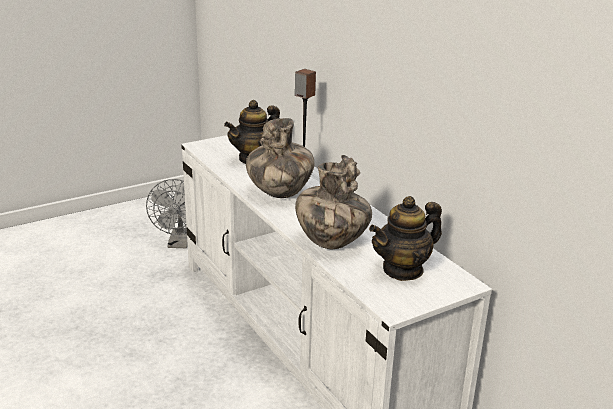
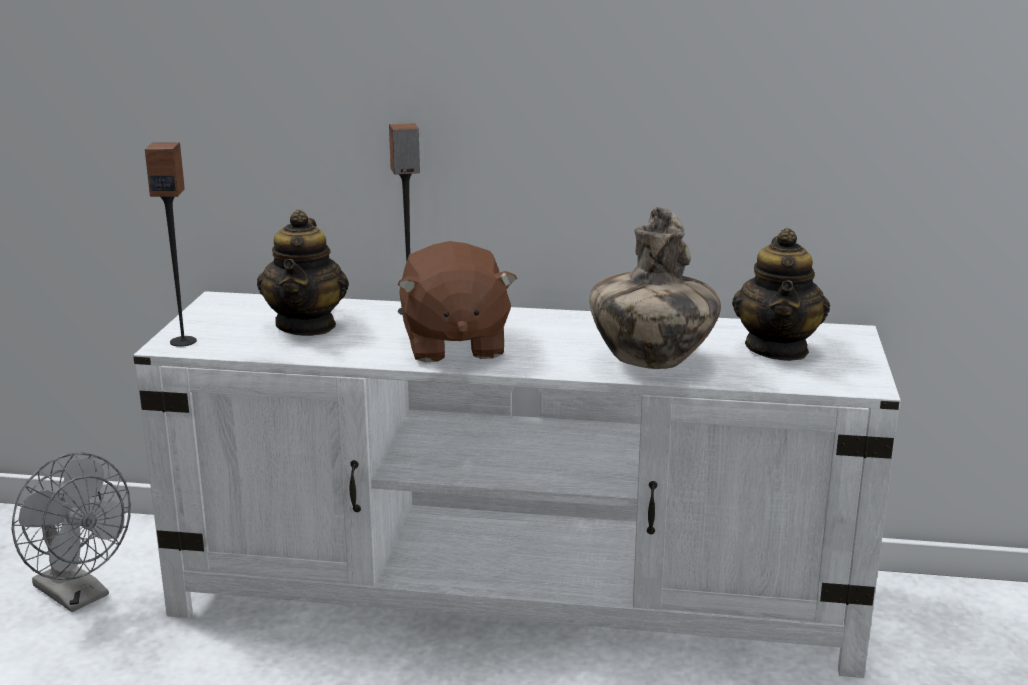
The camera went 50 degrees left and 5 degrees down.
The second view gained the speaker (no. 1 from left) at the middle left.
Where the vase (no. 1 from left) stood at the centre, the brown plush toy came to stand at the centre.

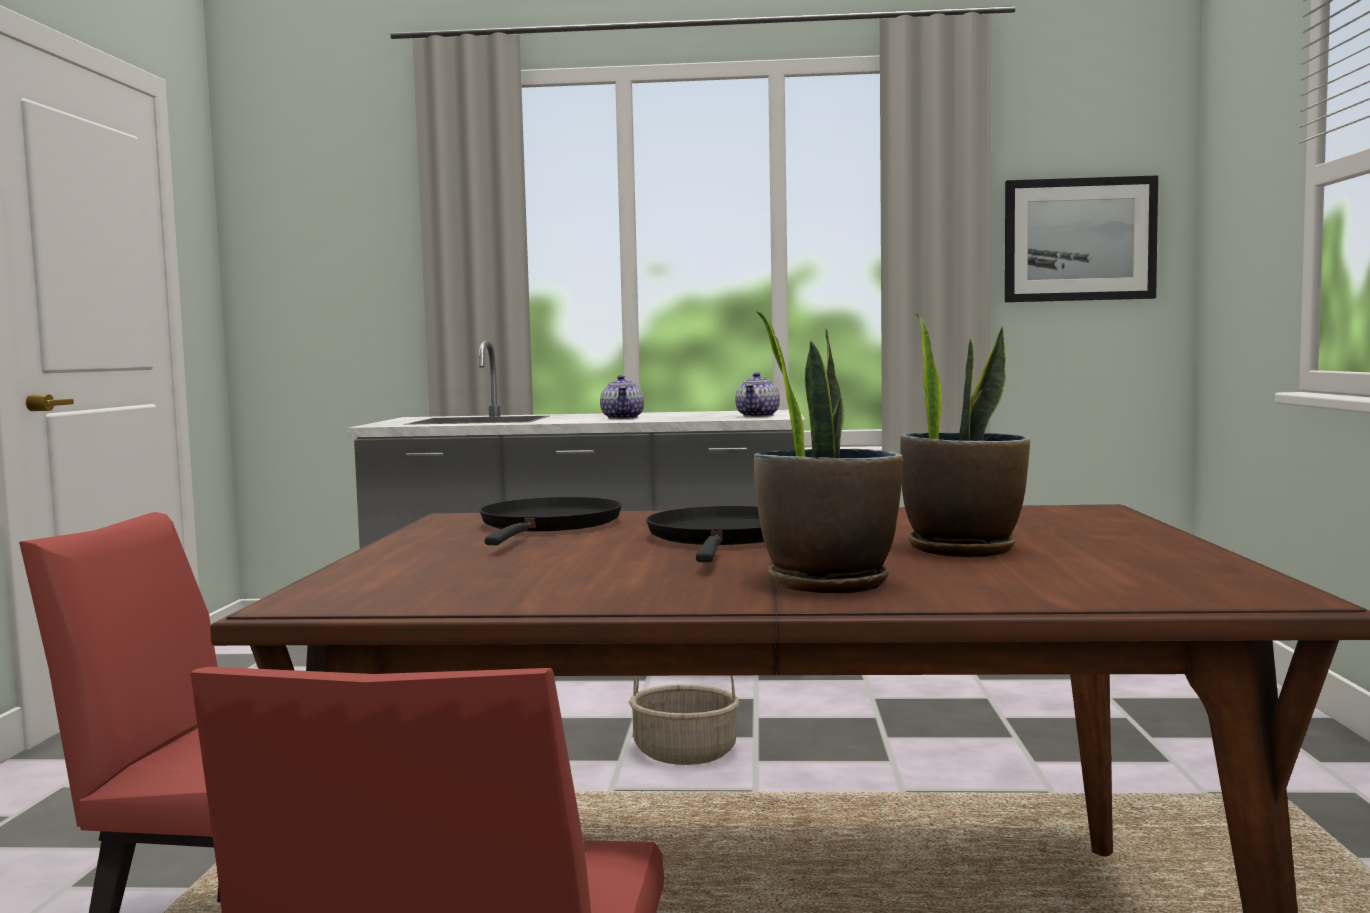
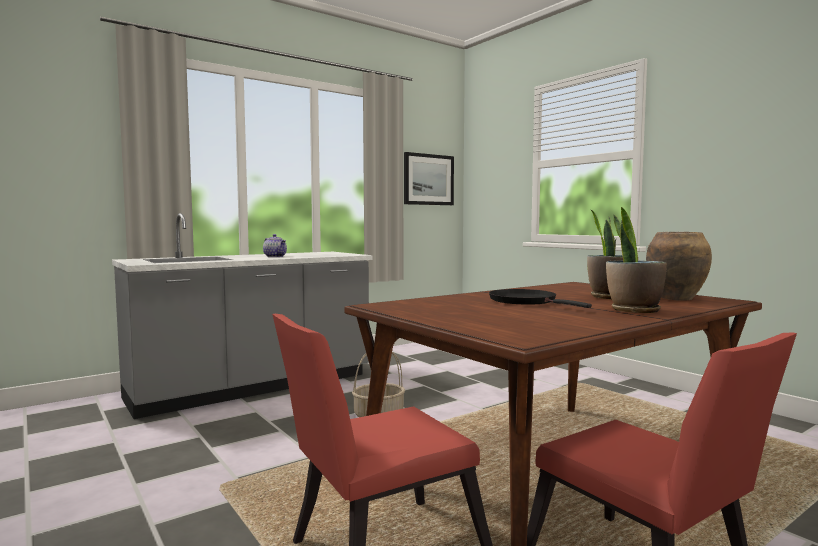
The camera went 40 degrees left and 0 degrees up.
The second view lost the black frying pan (no. 1 from left) at the centre.
The second view lost the teapot (no. 2 from left) at the centre.
The second view gained the brown vase at the middle right.

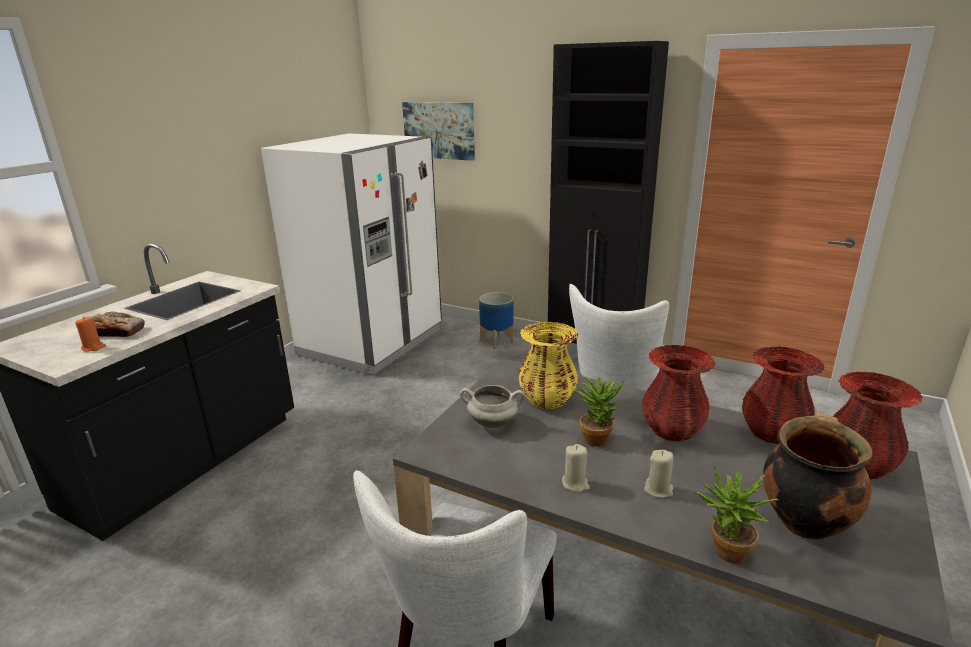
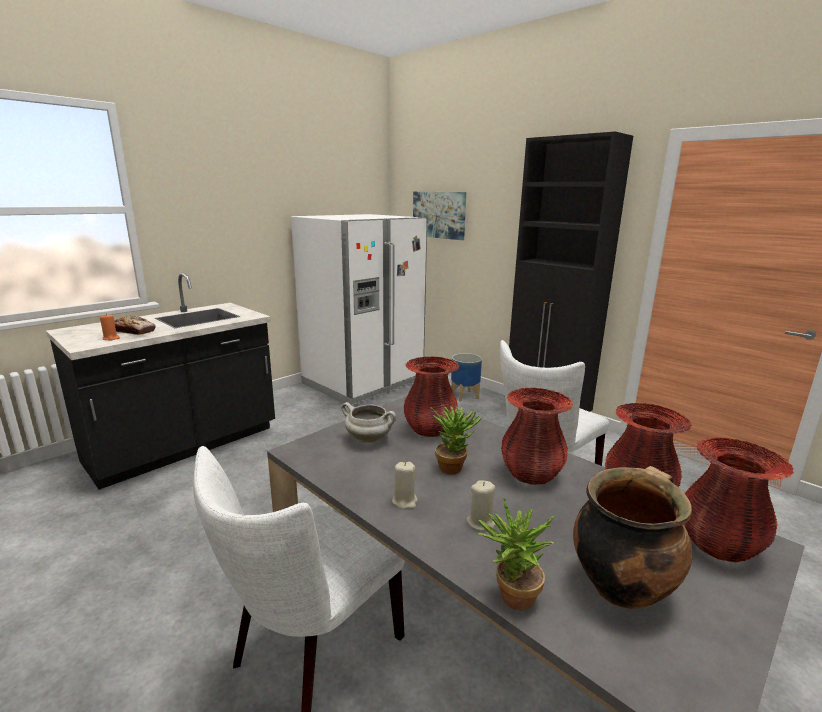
The camera went 15 degrees right and 5 degrees down.
What was the yellow vase at the centre turned into the red vase (no. 1 from left) at the centre.

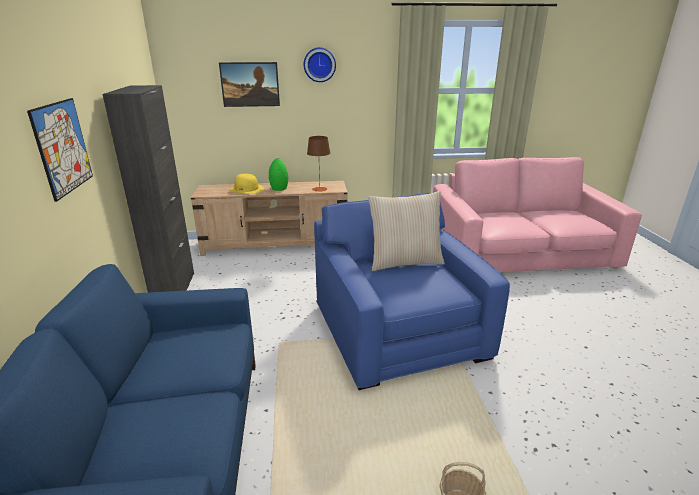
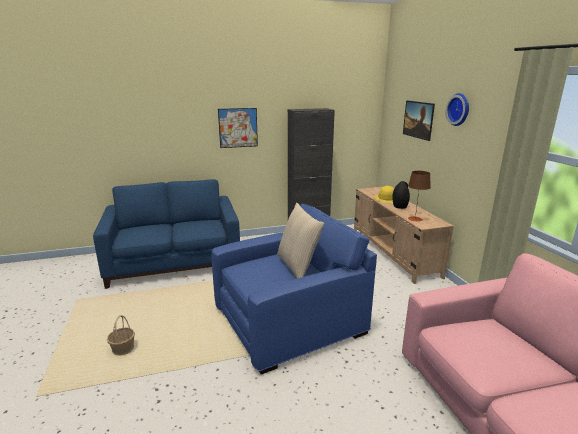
The camera went 80 degrees right and 5 degrees down.
What was the green vase at the centre turned into the black vase at the middle right.

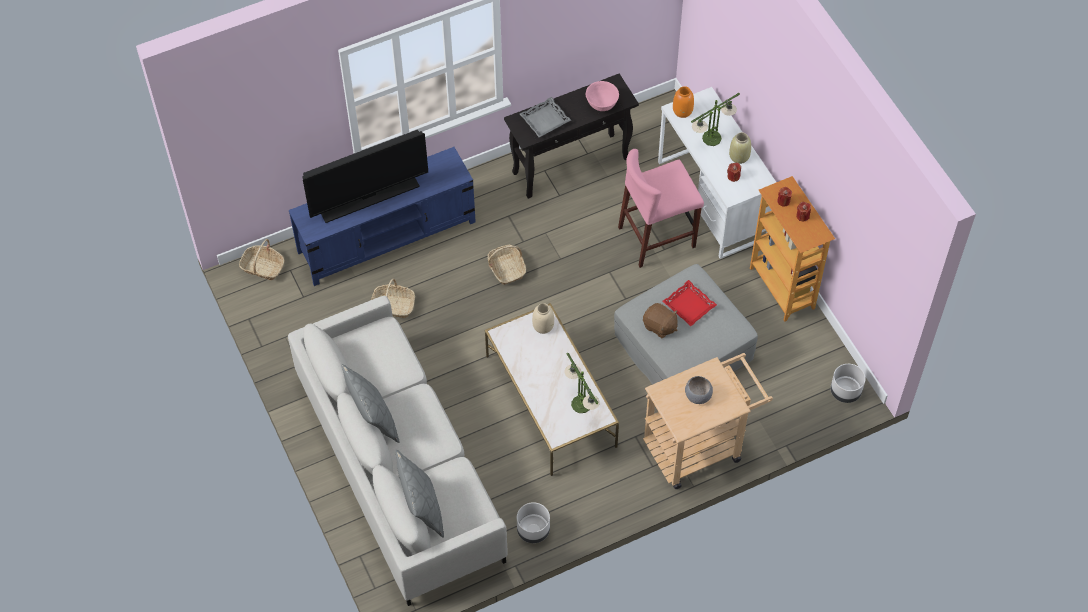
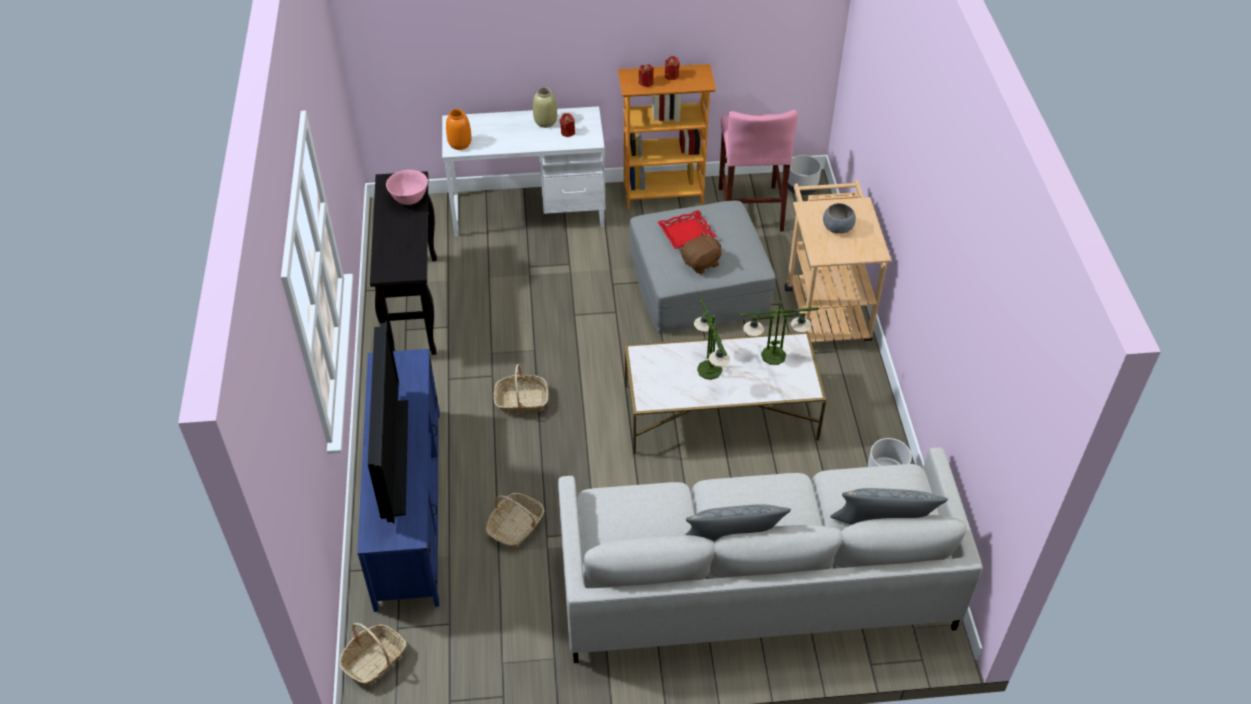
The camera went 70 degrees left and 10 degrees down.
The second view lost the grey tray at the top centre.
The second view lost the beige vase (no. 1 from left) at the centre.
The pink stool ended up elsewhere, having gone from the centre to the top centre.
The table lamp (no. 2 from left in the first image) ended up elsewhere, having gone from the top centre to the centre.

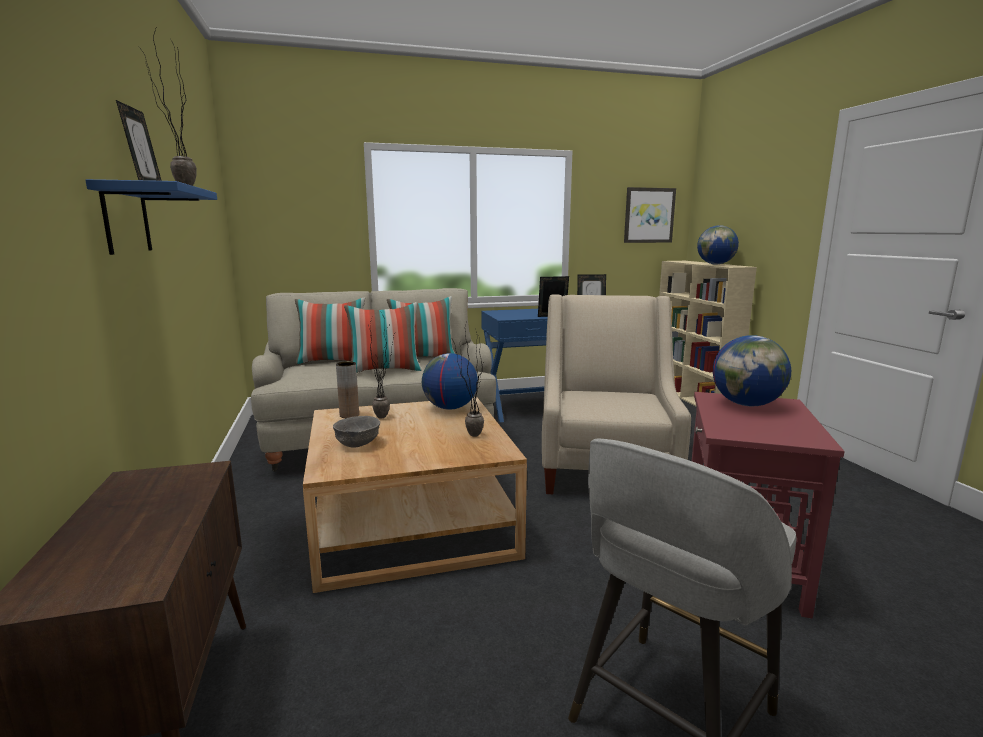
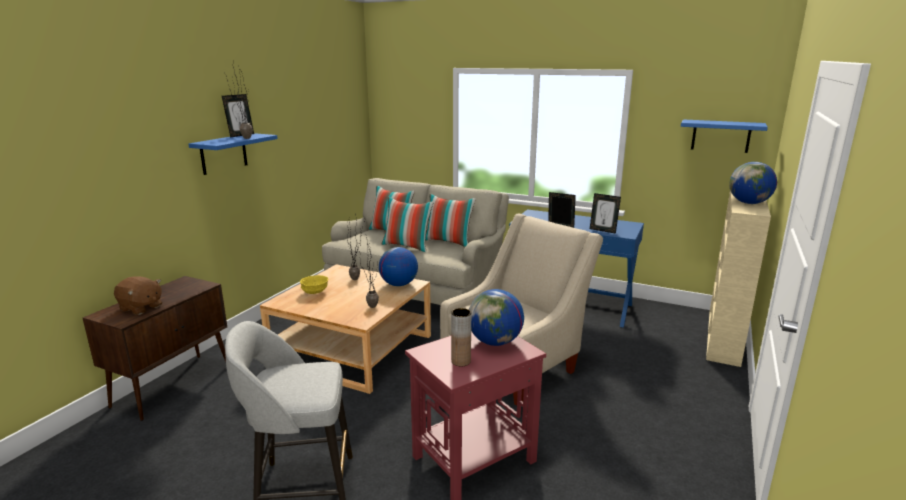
The camera went 40 degrees right and 5 degrees up.
The second view gained the brown plush toy at the middle left.
The brown vase ended up elsewhere, having gone from the centre to the bottom centre.
Where the picture hung at the top centre, the blue shelf (no. 2 from left) came to hang at the top right.
What was the grey bowl at the centre turned into the yellow bowl at the centre.

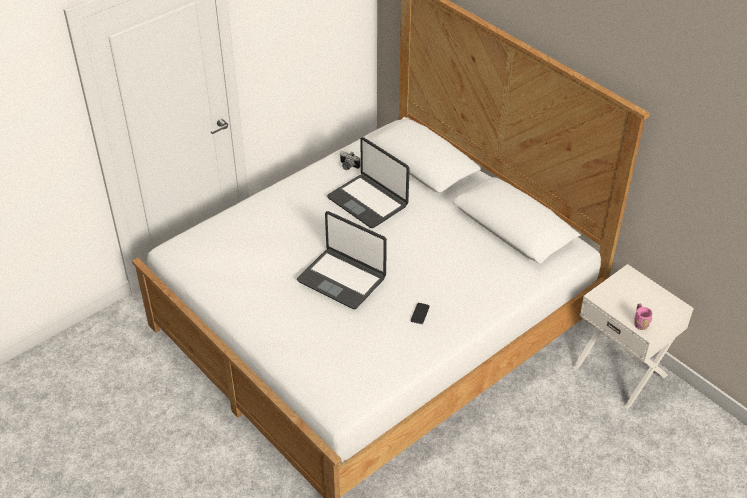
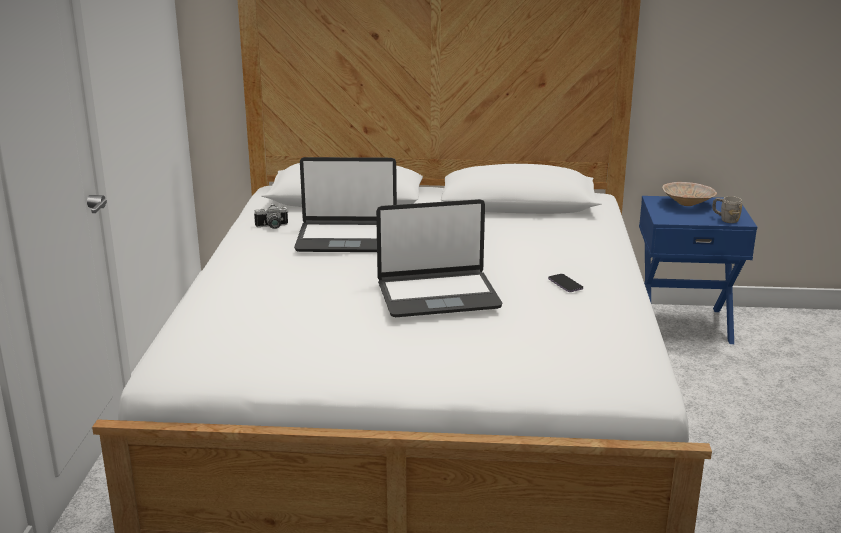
The camera went 45 degrees left and 20 degrees down.
The second view gained the beige bowl at the middle right.
What was the white nightstand at the bottom right turned into the blue nightstand at the middle right.
What was the pink mug at the middle right turned into the grey mug at the middle right.

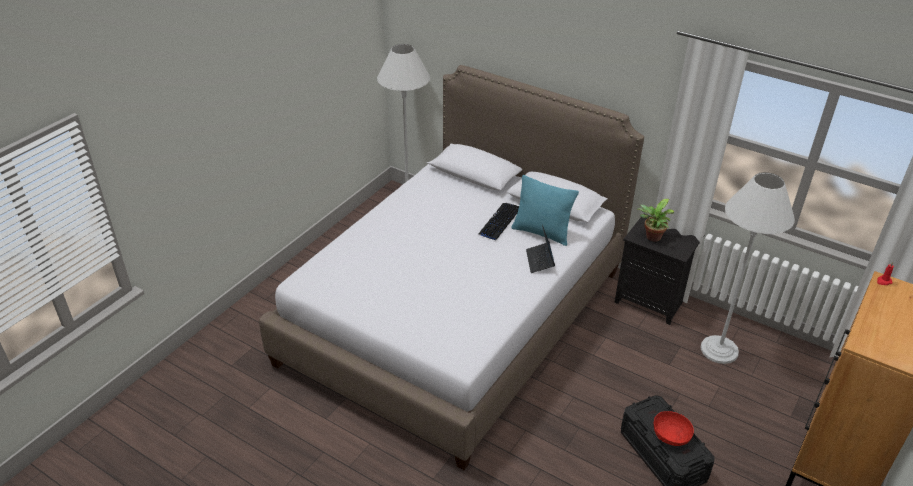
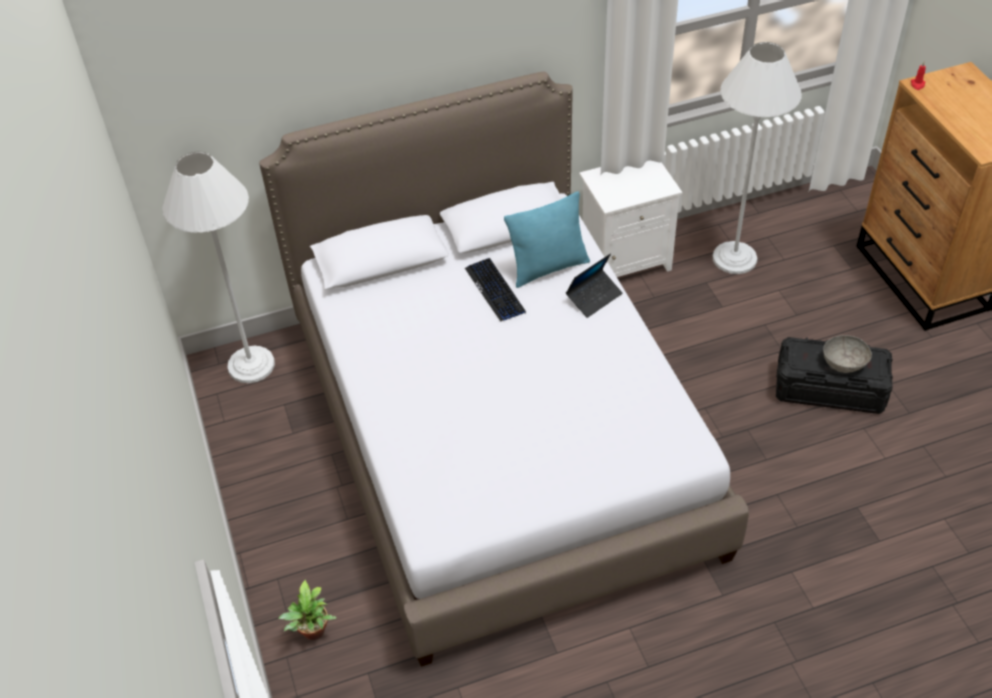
The camera went 50 degrees left and 10 degrees up.
The potted plant ended up elsewhere, having gone from the middle right to the bottom left.
What was the black nightstand at the middle right turned into the white nightstand at the top centre.
What was the red bowl at the bottom right turned into the grey bowl at the middle right.
The laptop at the centre ended up facing another way, 75 degrees counterclockwise from before.

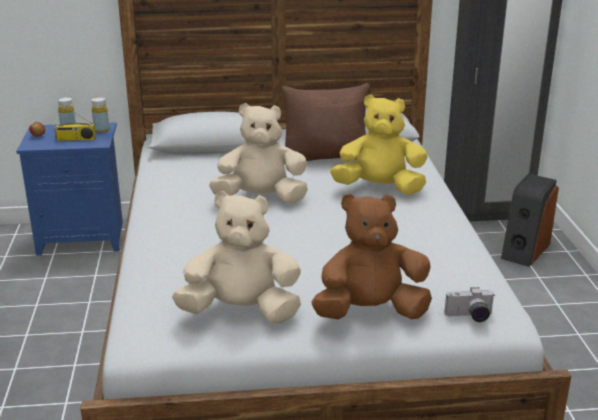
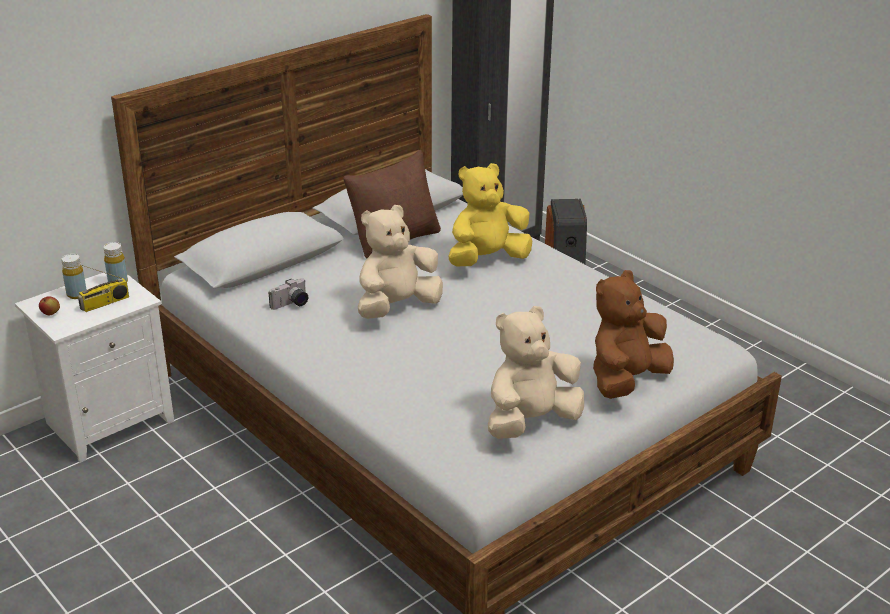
The camera went 35 degrees left and 5 degrees up.
The photo camera ended up elsewhere, having gone from the bottom right to the middle left.
What was the blue nightstand at the middle left turned into the white nightstand at the middle left.

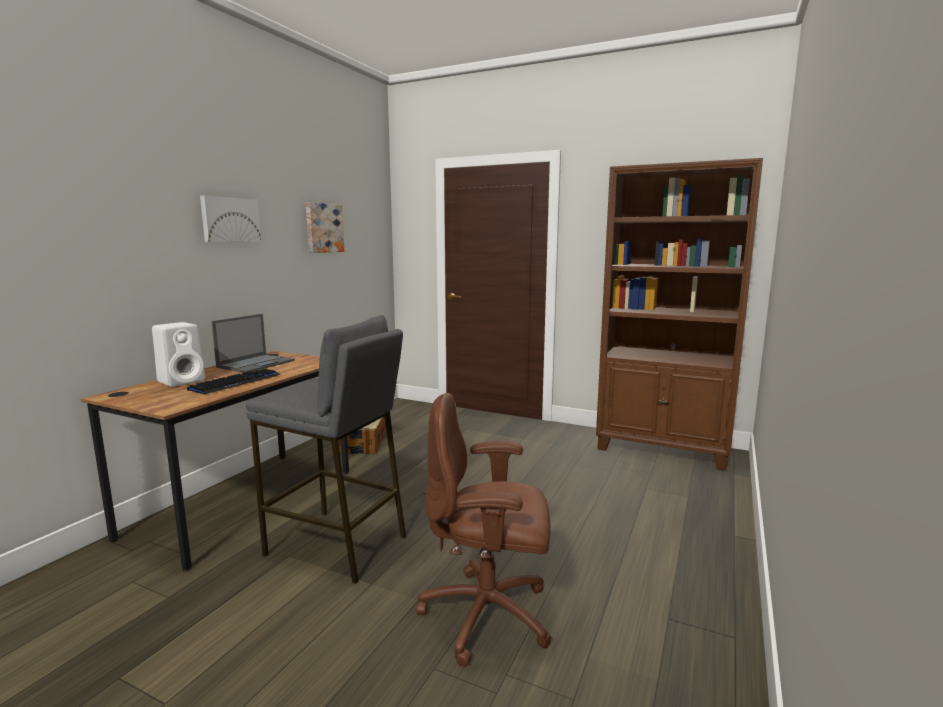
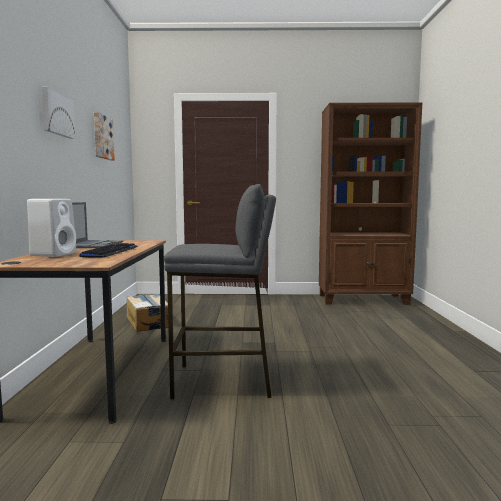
The camera went 25 degrees left and 5 degrees down.
The second view lost the brown office chair at the bottom centre.

